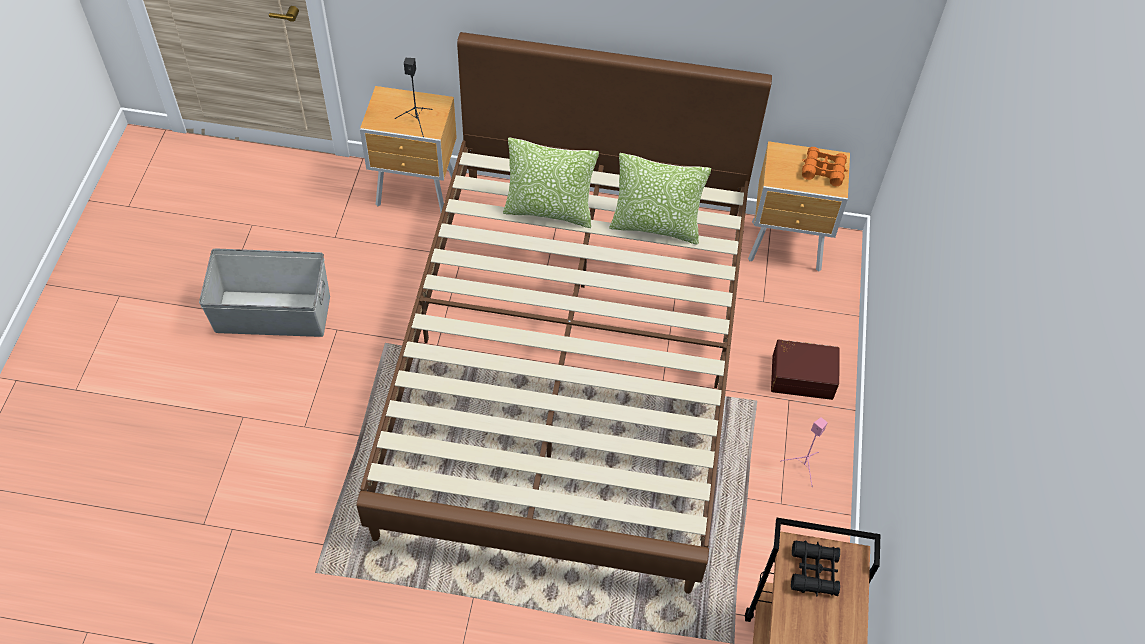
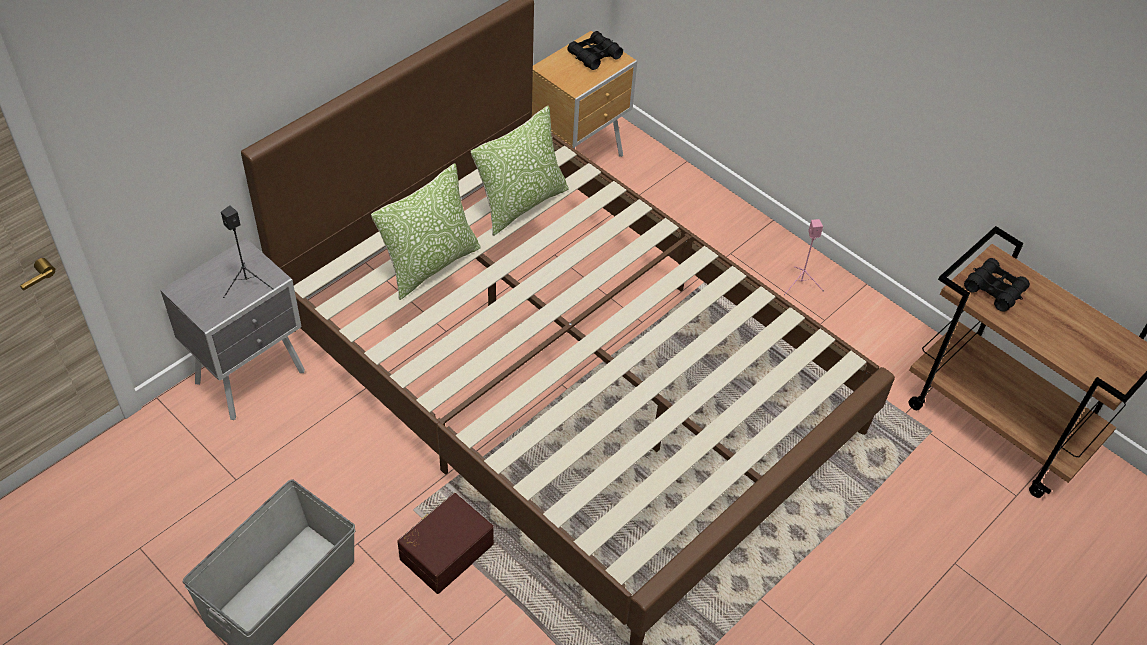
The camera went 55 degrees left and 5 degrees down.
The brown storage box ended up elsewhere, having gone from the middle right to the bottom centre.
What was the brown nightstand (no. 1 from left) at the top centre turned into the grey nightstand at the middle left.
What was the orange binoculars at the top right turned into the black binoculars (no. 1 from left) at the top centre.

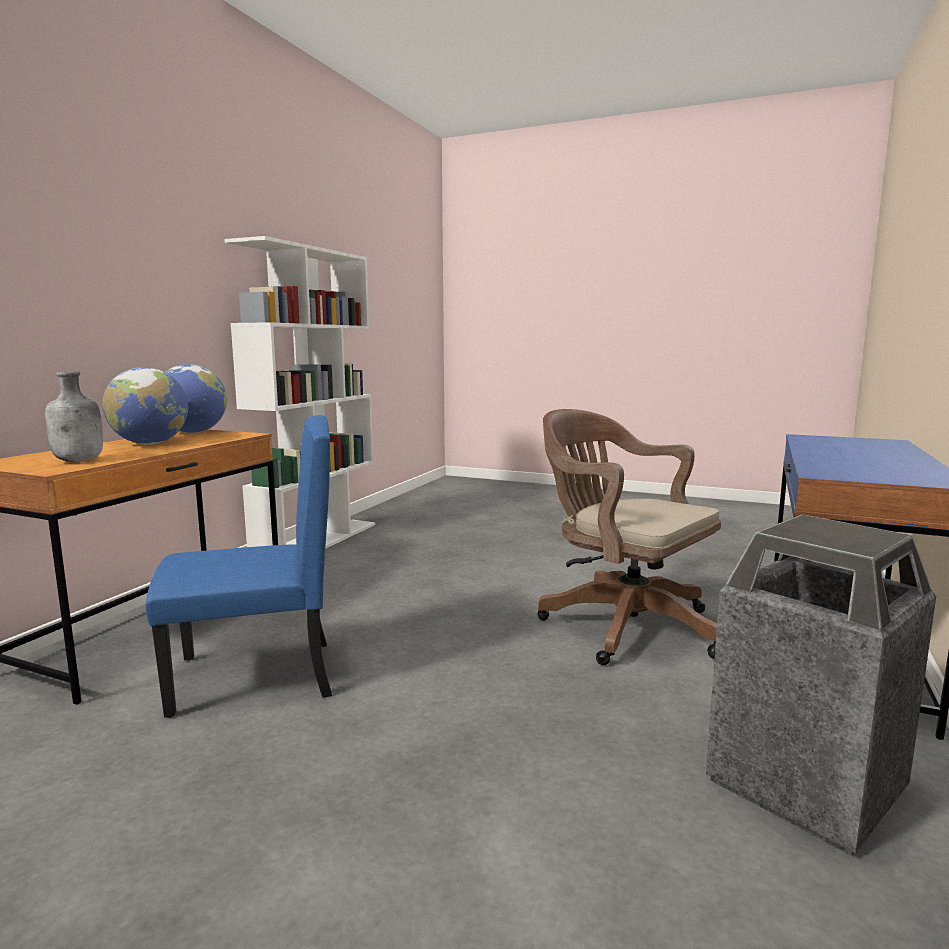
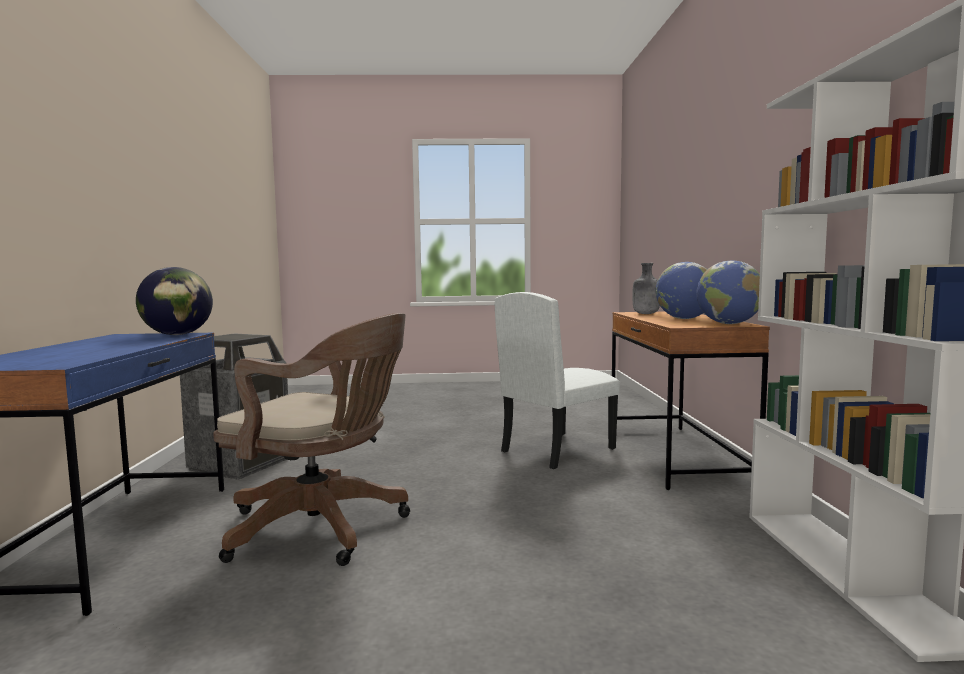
The camera went 155 degrees right and 5 degrees down.
The second view gained the globe (no. 1 from left) at the middle left.
What was the blue chair at the middle left turned into the white chair at the centre.

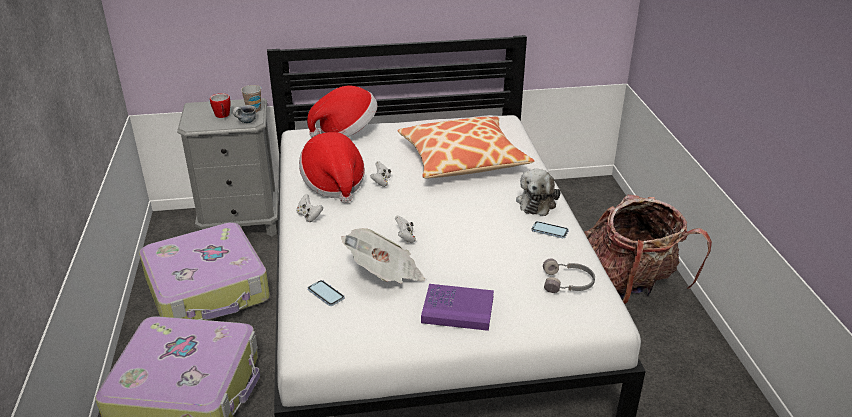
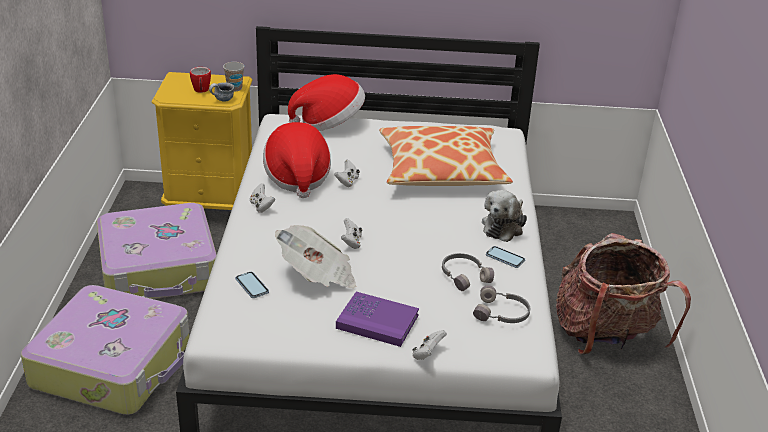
The camera went 10 degrees right and 0 degrees up.
The second view gained the white game controller (no. 4 from left) at the bottom centre.
The second view gained the grey headphones (no. 1 from left) at the centre.
What was the grey nightstand at the middle left turned into the yellow nightstand at the top left.

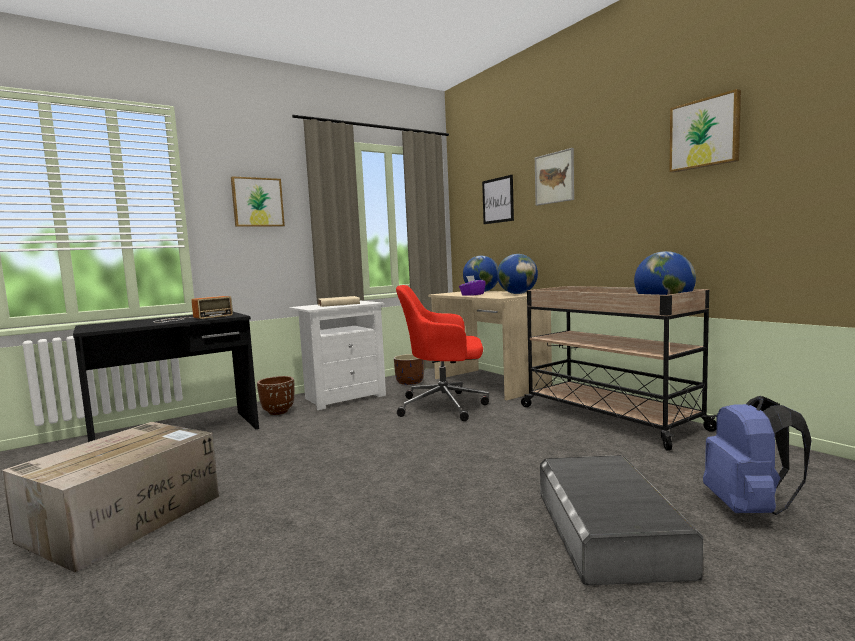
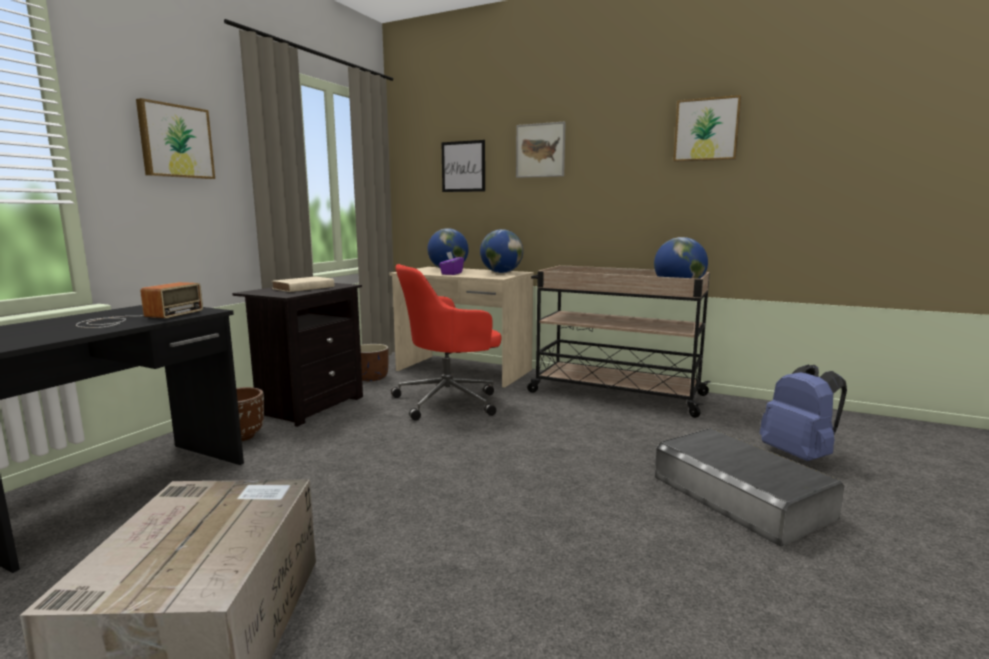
The camera went 30 degrees left and 5 degrees up.
What was the white nightstand at the centre turned into the black nightstand at the middle left.

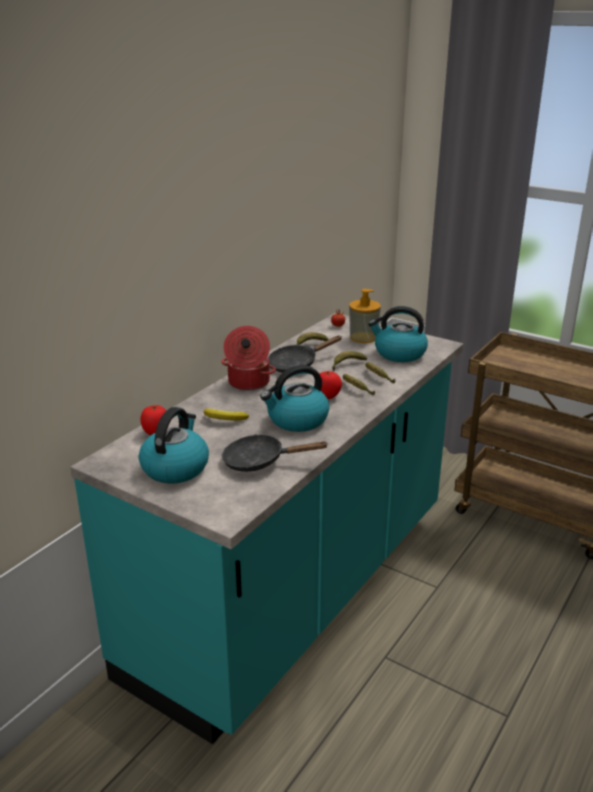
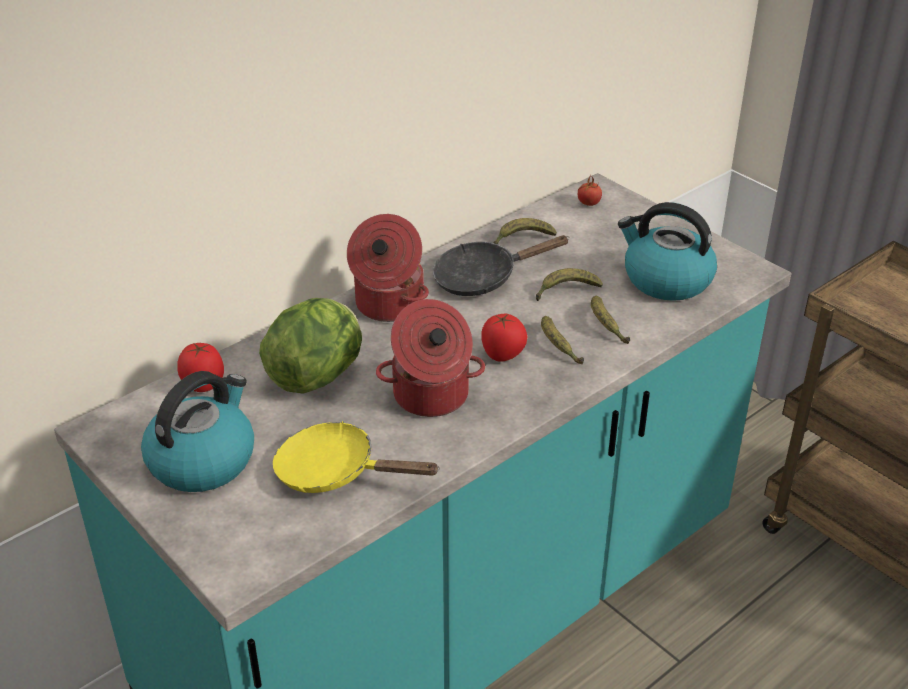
The camera went 15 degrees right and 10 degrees up.
The second view lost the soap dispenser at the centre.
Where the banana (no. 1 from left) stood at the centre, the lettuce came to stand at the centre.
Where the kettle (no. 2 from left) stood at the centre, the cooking pot (no. 2 from left) came to stand at the centre.
What was the black frying pan (no. 1 from left) at the centre turned into the yellow frying pan at the centre.

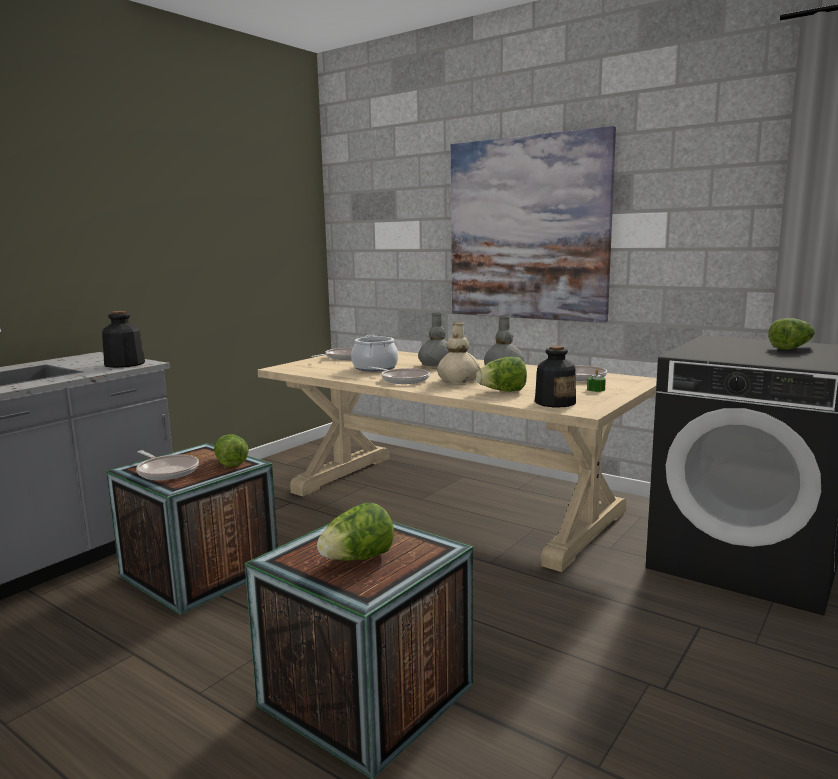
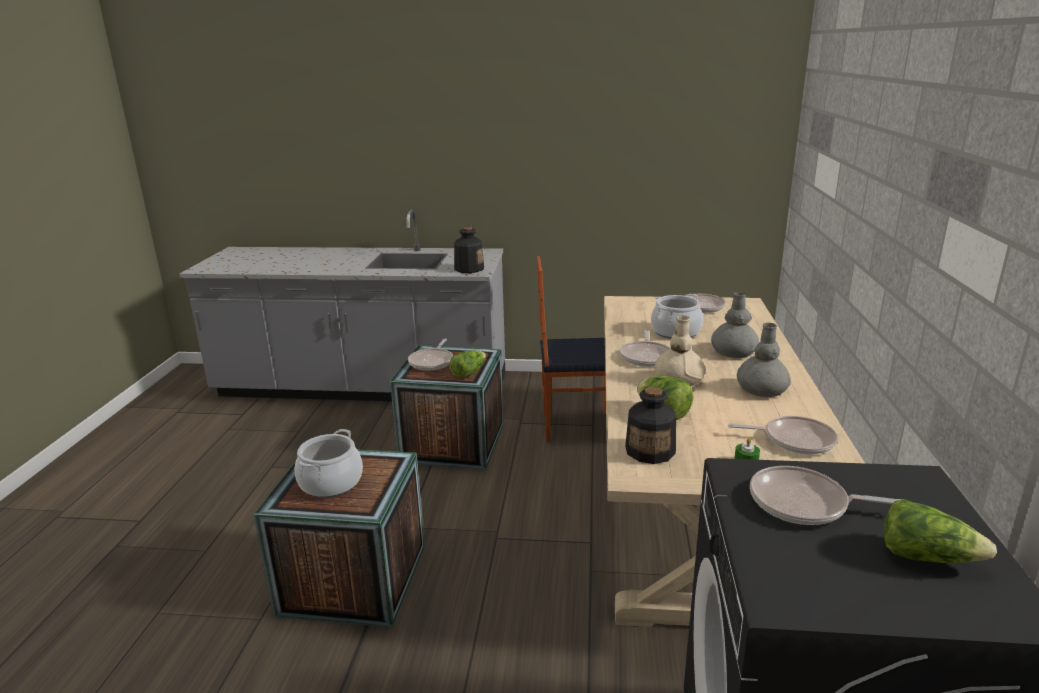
The camera went 60 degrees right and 10 degrees up.
The second view lost the picture at the top centre.
The second view gained the chair at the centre.
The second view gained the frying pan (no. 5 from left) at the bottom right.
Where the lettuce (no. 2 from left) stood at the bottom centre, the cooking pot (no. 1 from left) came to stand at the bottom left.

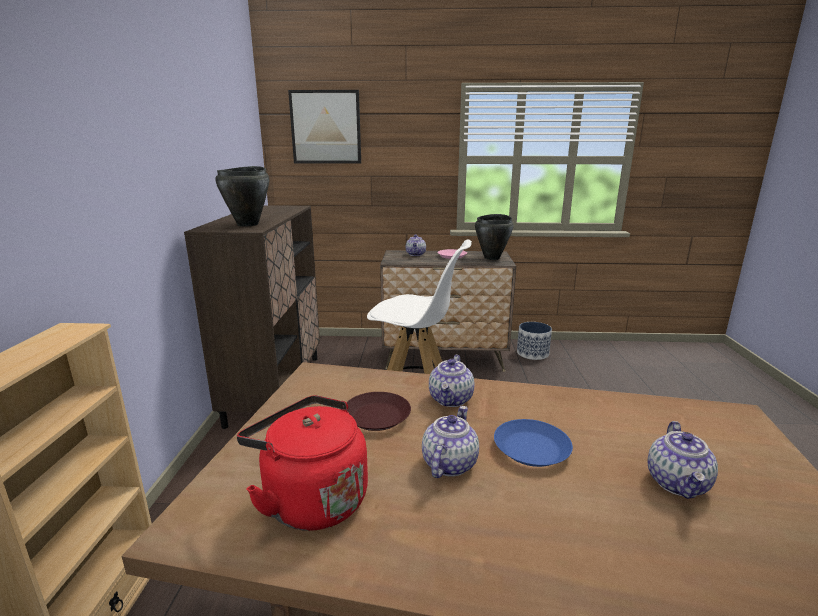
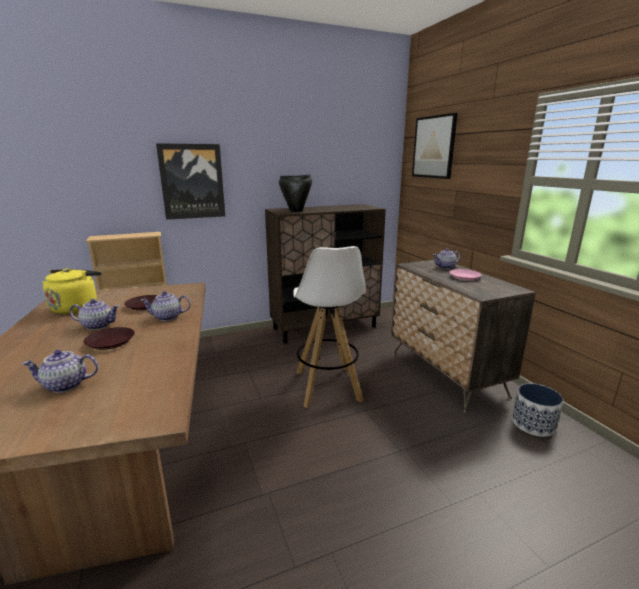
The camera went 65 degrees right and 0 degrees up.
The second view lost the black cooking pot (no. 2 from left) at the centre.
The second view gained the picture (no. 1 from left) at the top left.
What was the red kettle at the bottom centre turned into the yellow kettle at the middle left.
What was the blue plate at the bottom centre turned into the brown plate (no. 1 from left) at the middle left.

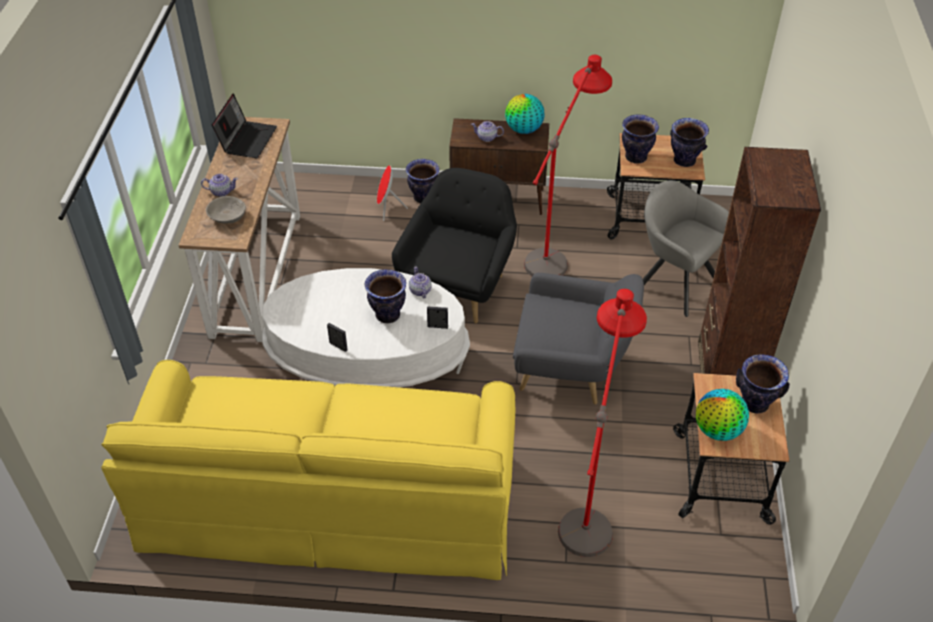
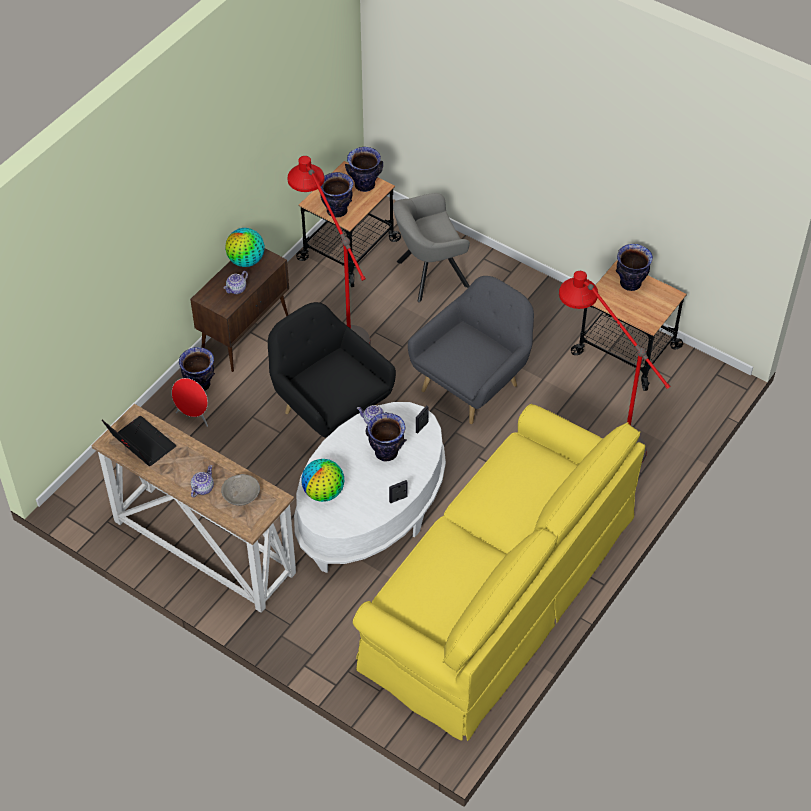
The camera went 60 degrees left and 5 degrees up.
The second view lost the brown bookcase at the middle right.
The globe (no. 2 from left) ended up elsewhere, having gone from the bottom right to the centre.

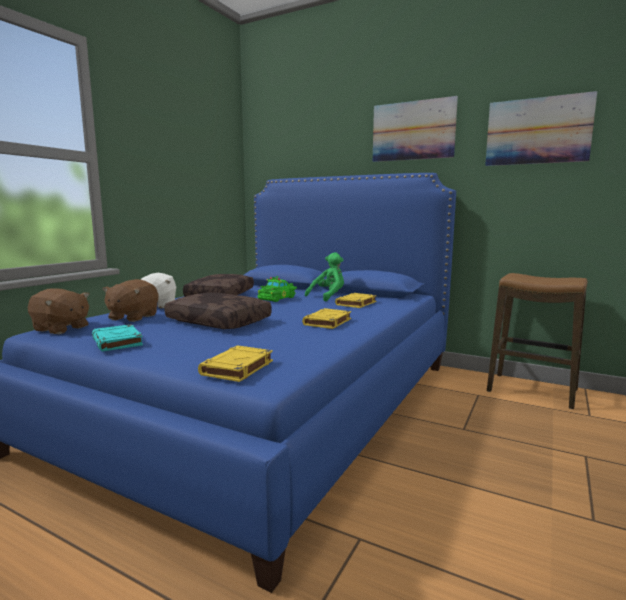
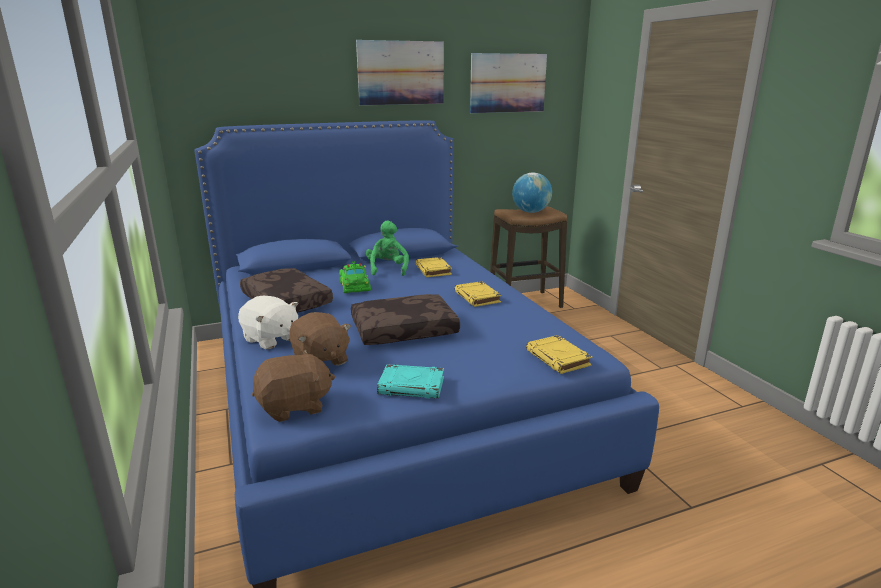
The camera went 50 degrees left and 10 degrees up.
The second view gained the globe at the top centre.

